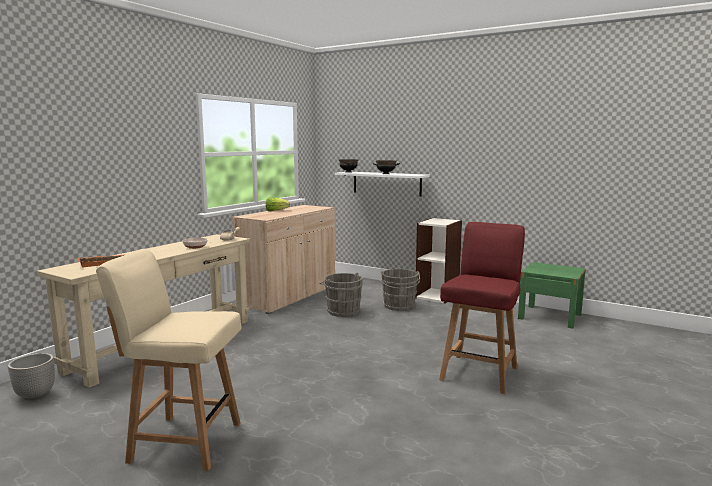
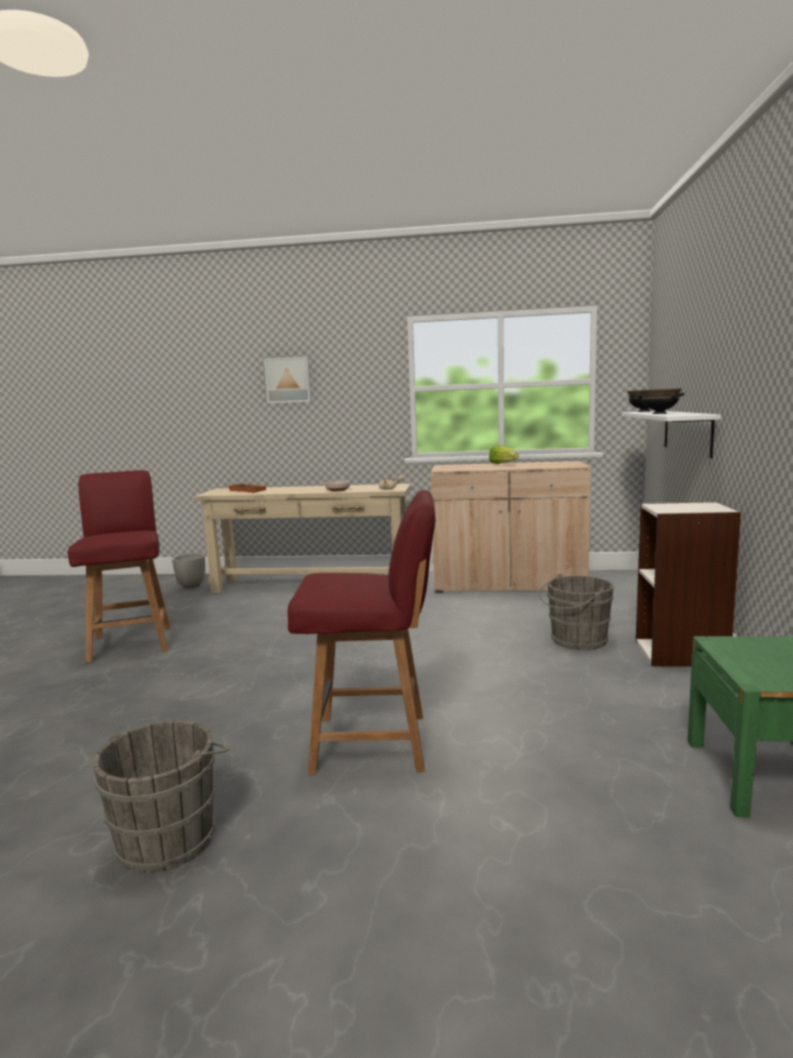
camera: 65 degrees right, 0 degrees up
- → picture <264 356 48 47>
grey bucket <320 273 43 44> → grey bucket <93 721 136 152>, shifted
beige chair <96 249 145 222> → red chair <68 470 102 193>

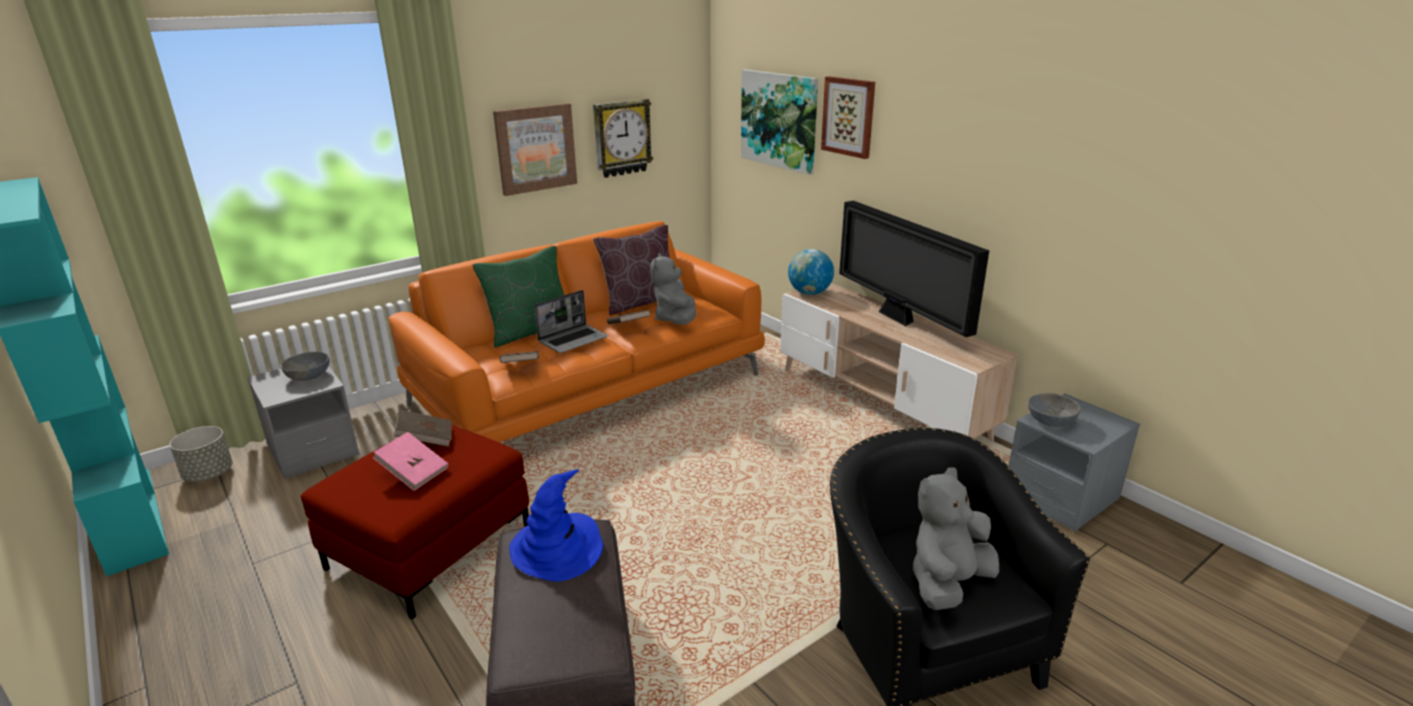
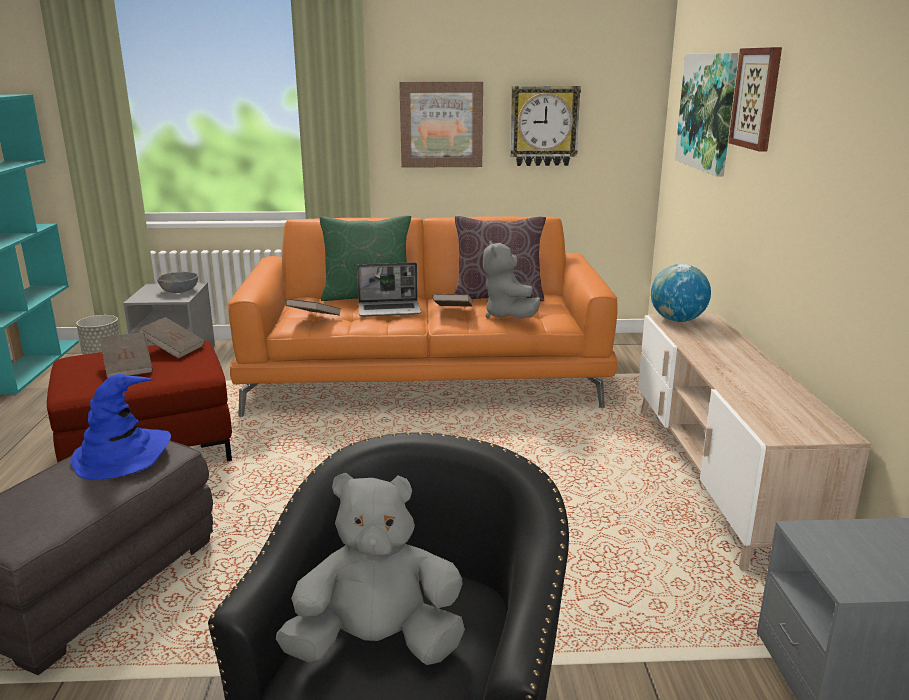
camera: 35 degrees right, 5 degrees down
television <839 201 150 136> → -
grey bowl <1028 393 53 34> → -
pink book <373 432 76 59> → brown book <100 332 53 46>
grey plush toy <650 253 46 72> → grey plush toy <483 241 57 77>, 45 degrees counterclockwise

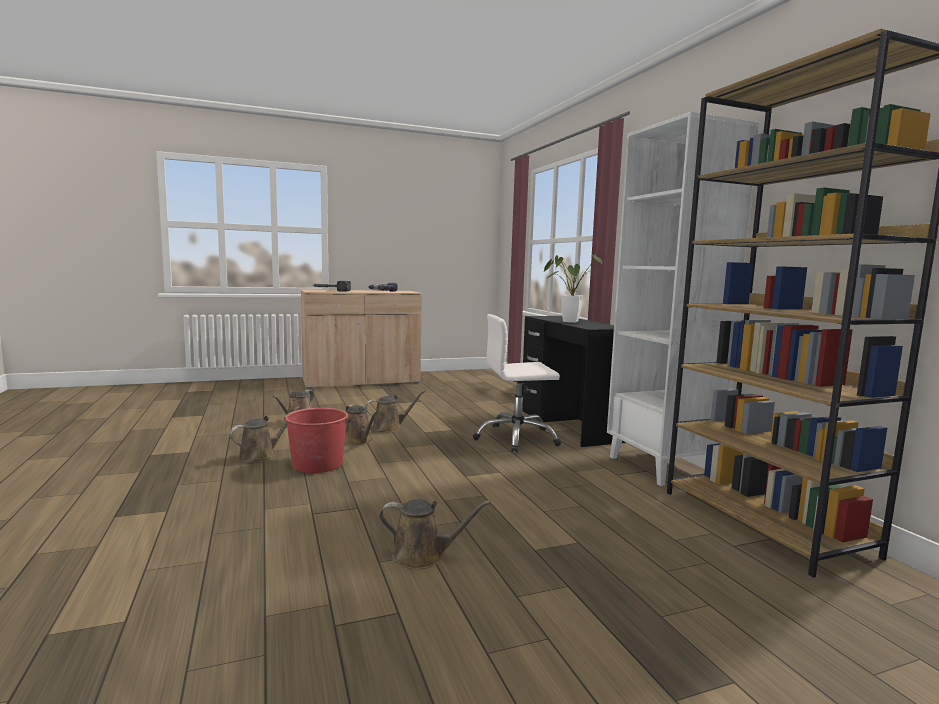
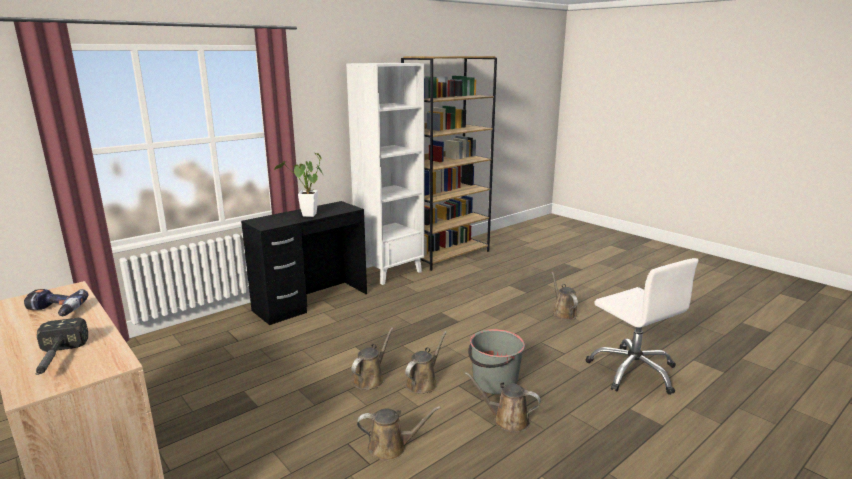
camera: 110 degrees left, 10 degrees up
white office chair <473 314 89 139> → white office chair <586 258 113 137>, shifted
red bucket <284 408 67 65> → grey bucket <468 329 57 65>
brown watering can <365 390 61 42> → brown watering can <352 327 42 63>, 75 degrees clockwise

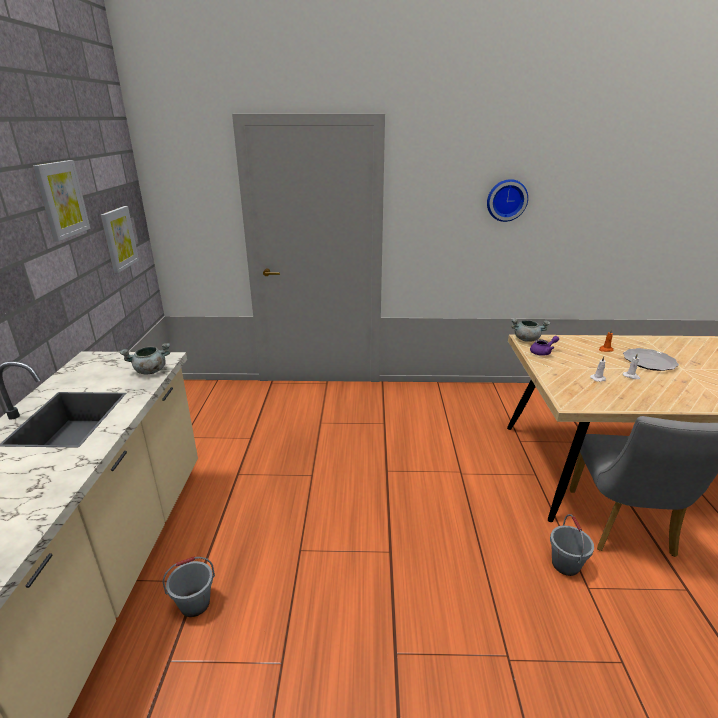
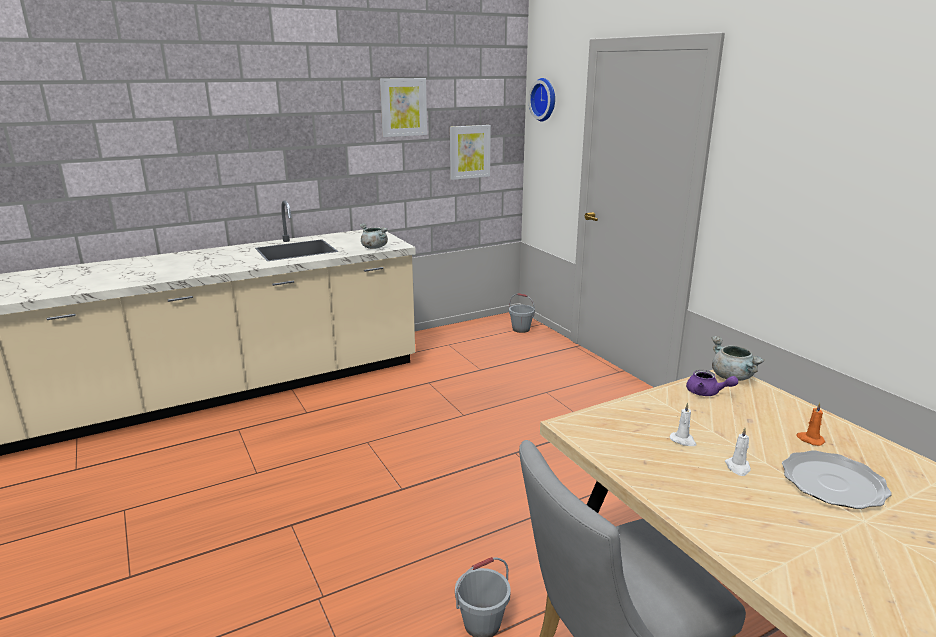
camera: 60 degrees right, 5 degrees down
grey bucket <163 556 52 61> → grey bucket <509 293 26 40>, shifted
wall clock <487 179 41 43> → wall clock <528 78 27 43>, shifted

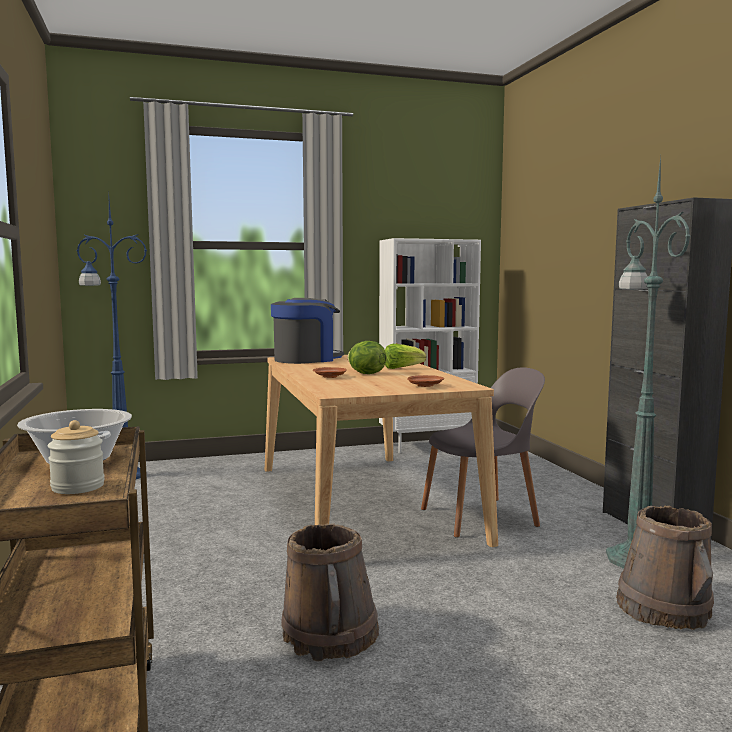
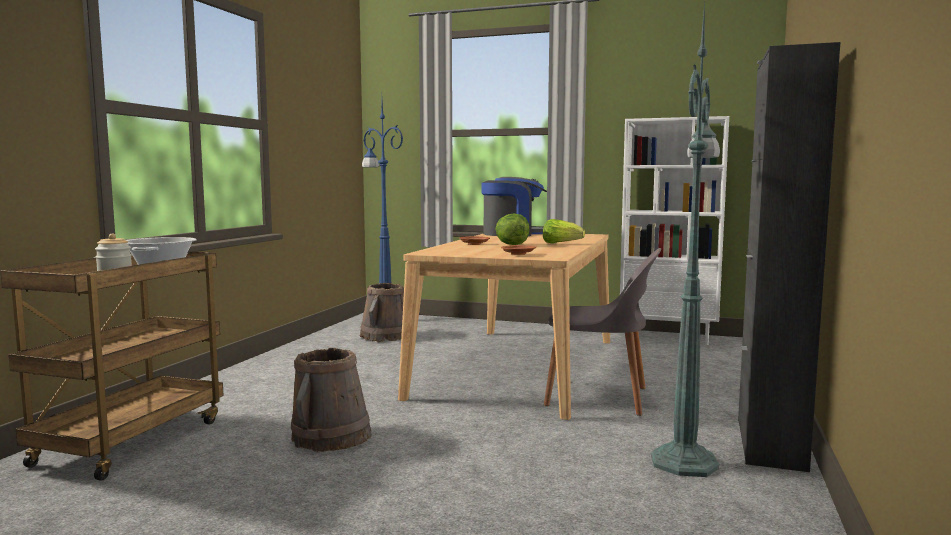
camera: 35 degrees right, 0 degrees up
brown bucket <616 506 98 124> → brown bucket <360 283 44 59>, shifted

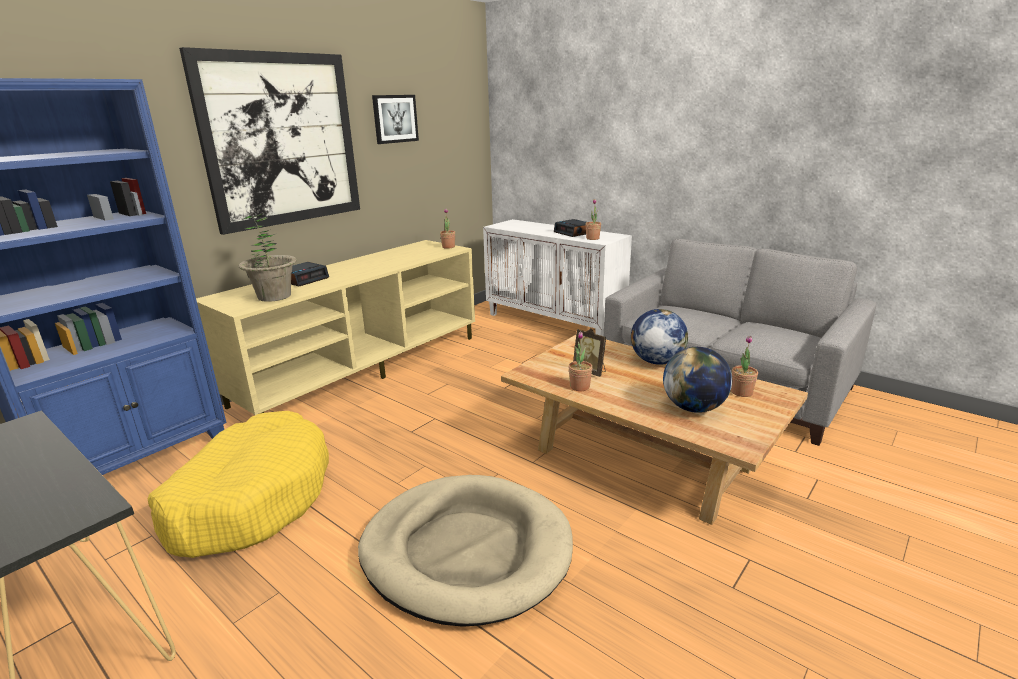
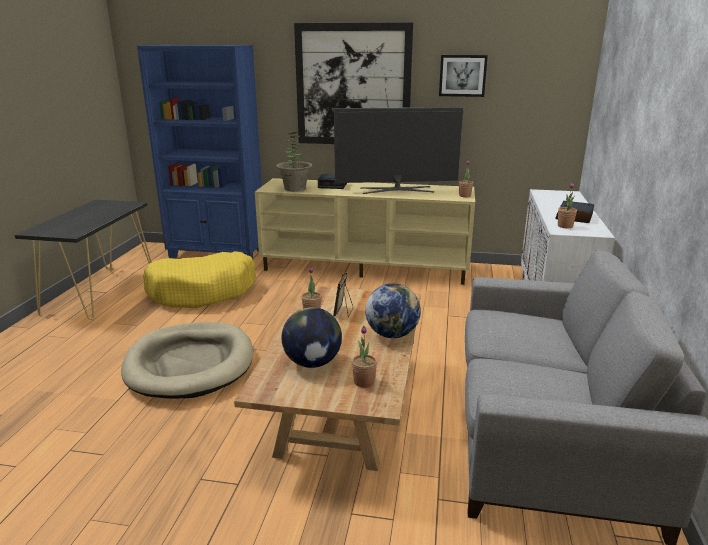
camera: 60 degrees right, 0 degrees up
- → television <334 107 130 87>

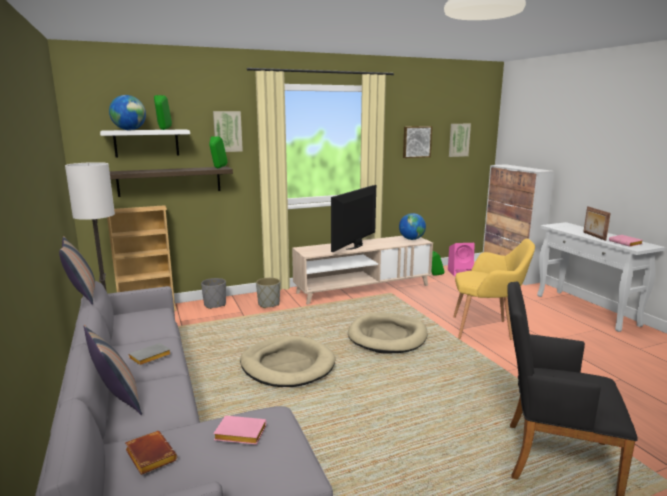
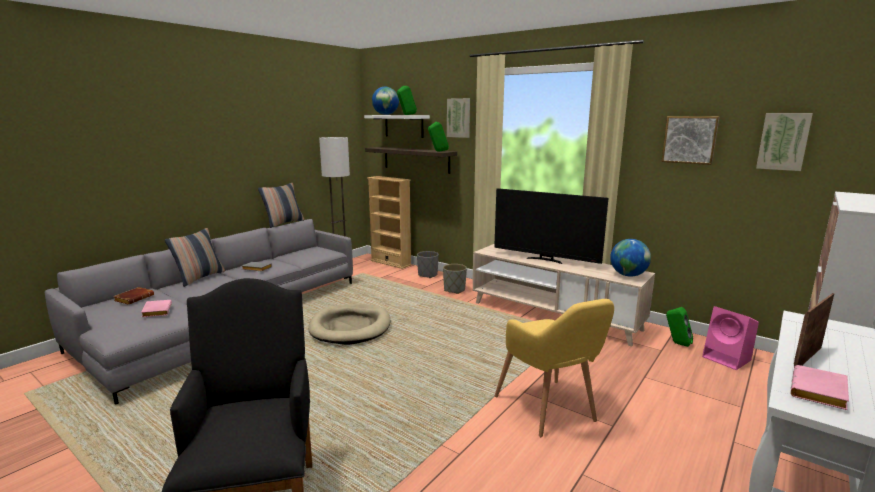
camera: 60 degrees right, 0 degrees up
beige dog bed <348 312 79 42> → -
television <331 185 45 67> → television <494 188 115 76>, 150 degrees counterclockwise

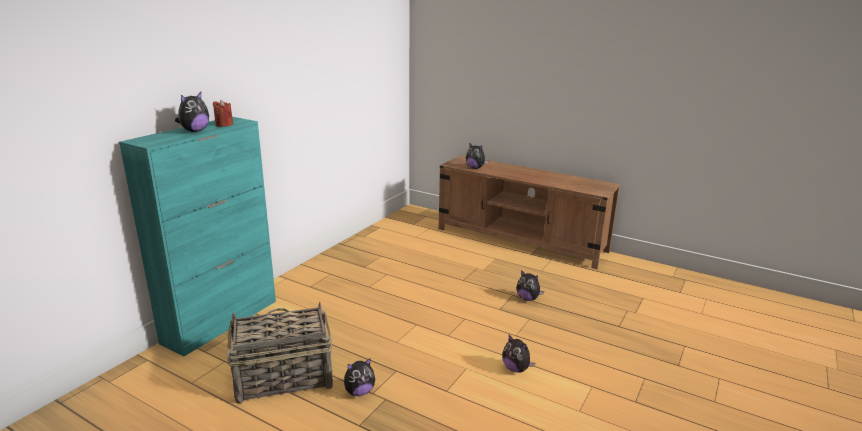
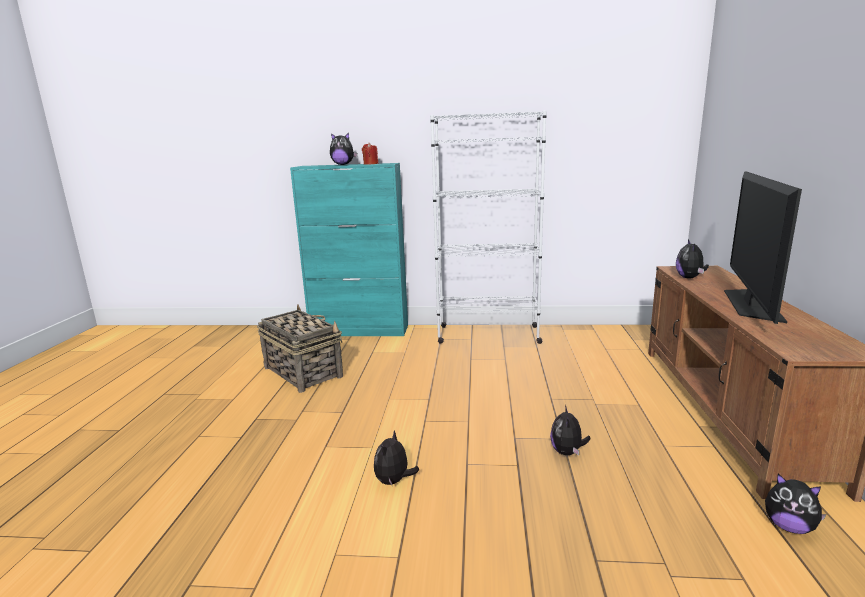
camera: 65 degrees right, 5 degrees down
- → white bookcase <430 110 117 234>
- → television <724 172 78 152>
plush toy <344 358 31 38> → plush toy <765 474 62 60>, shifted

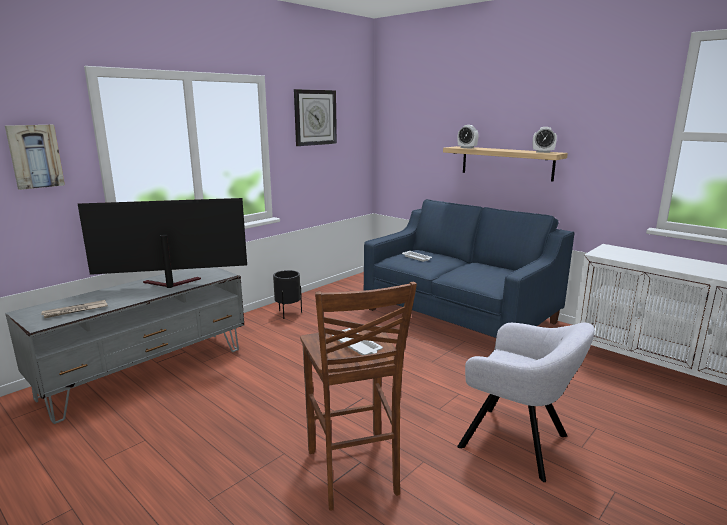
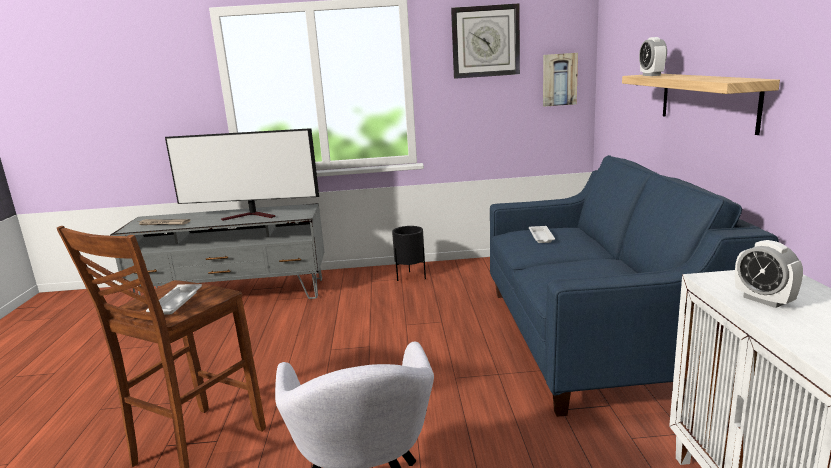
camera: 45 degrees right, 0 degrees up
picture <5 125 60 65> → picture <543 53 35 54>, shifted
alarm clock <533 127 24 26> → alarm clock <735 240 68 68>, shifted
television <78 198 169 90> → television <165 128 154 93>, 150 degrees clockwise

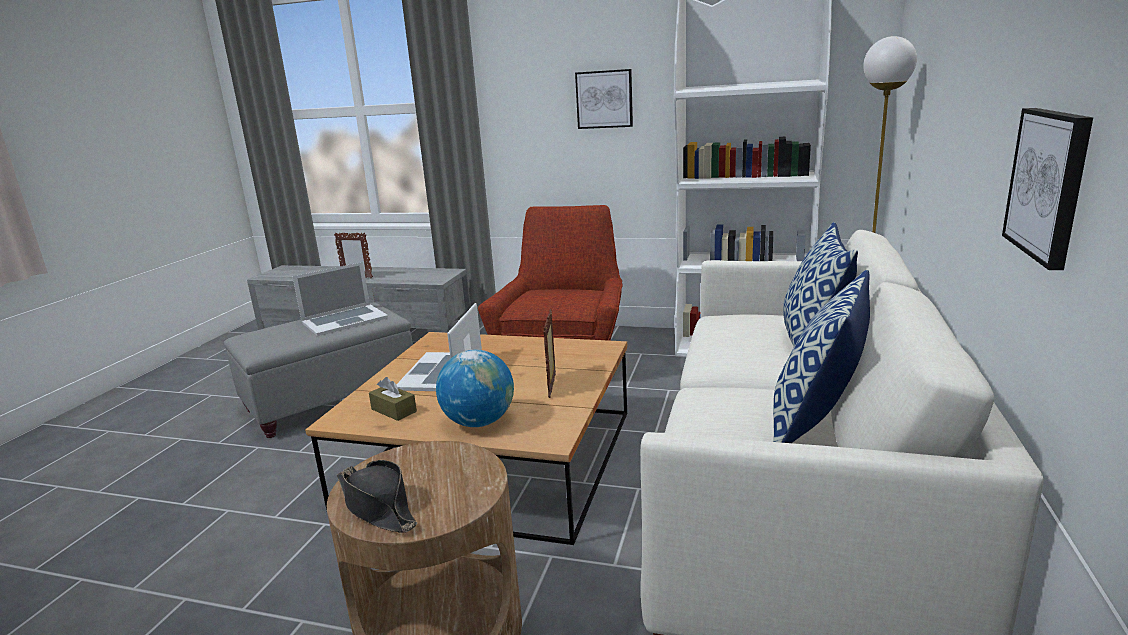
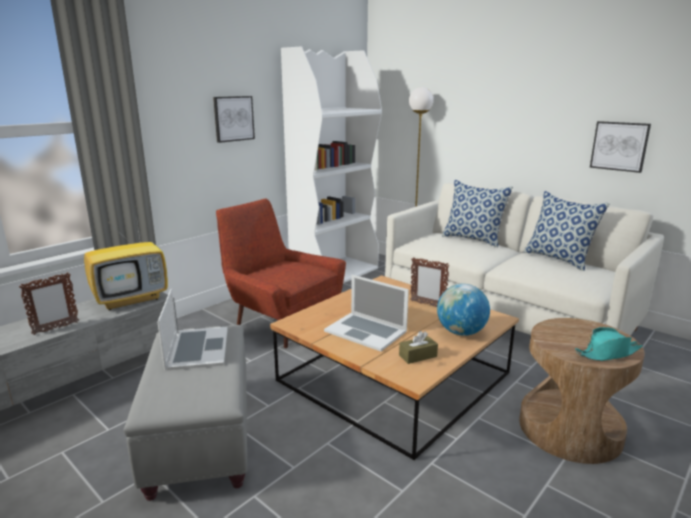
camera: 65 degrees left, 0 degrees up
- → television <84 209 84 102>
black hat <337 460 80 73> → turquoise hat <575 327 67 34>

